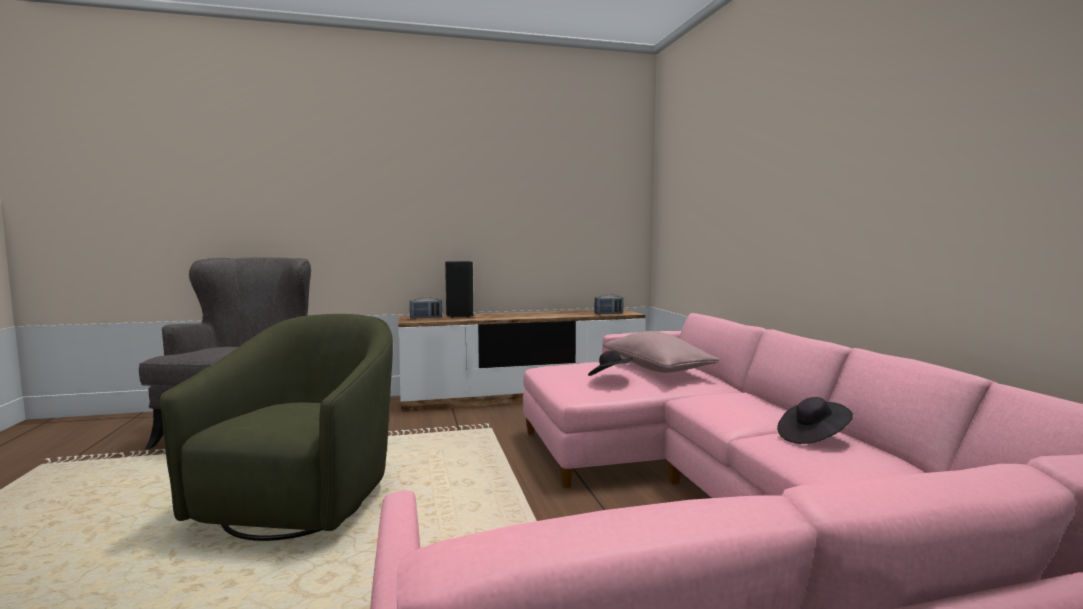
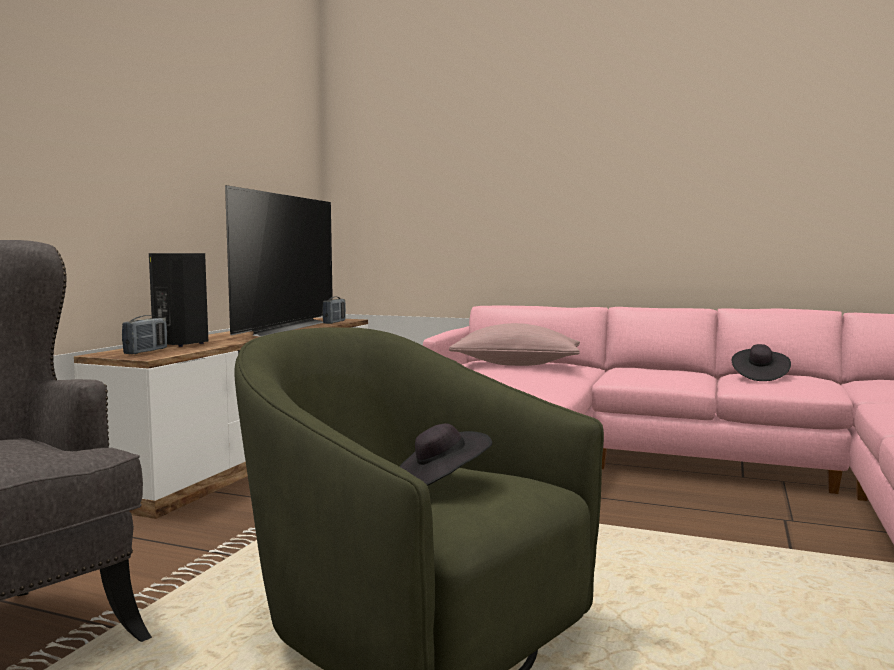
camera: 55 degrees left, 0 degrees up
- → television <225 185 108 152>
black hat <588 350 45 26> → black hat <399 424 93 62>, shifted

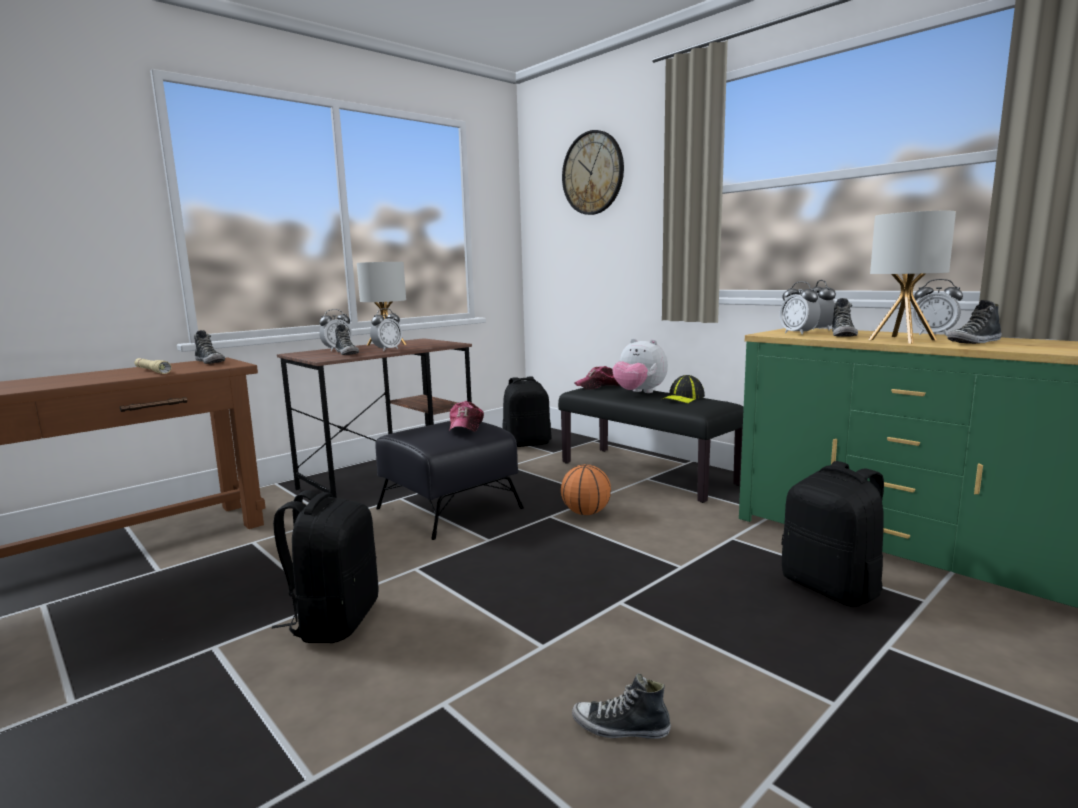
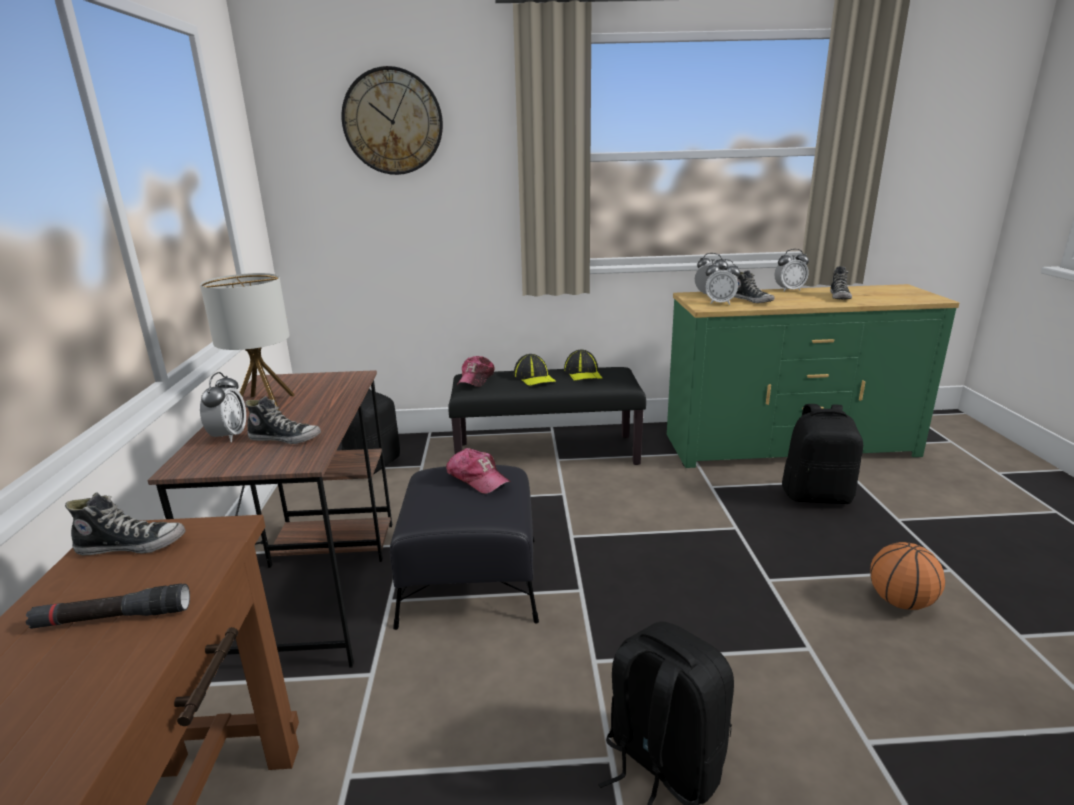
camera: 50 degrees left, 10 degrees up
alarm clock <370 308 32 43> → -
shoe <572 673 99 66> → -
table lamp <868 211 88 133> → -
basketball <561 464 50 51> → basketball <870 542 75 68>, shifted
plush toy <612 338 56 55> → cap <514 354 42 32>
beige flashlight <134 358 38 16> → black flashlight <26 584 164 45>

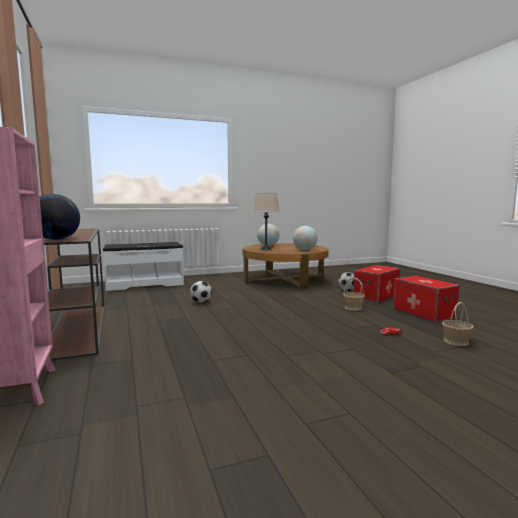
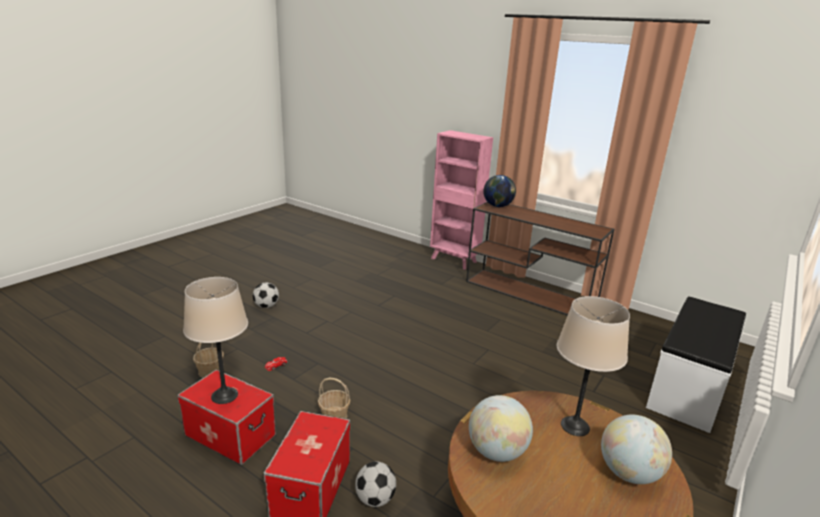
camera: 145 degrees right, 15 degrees up
- → beige table lamp <183 277 65 127>
football <190 281 22 22> → football <253 283 26 25>, shifted

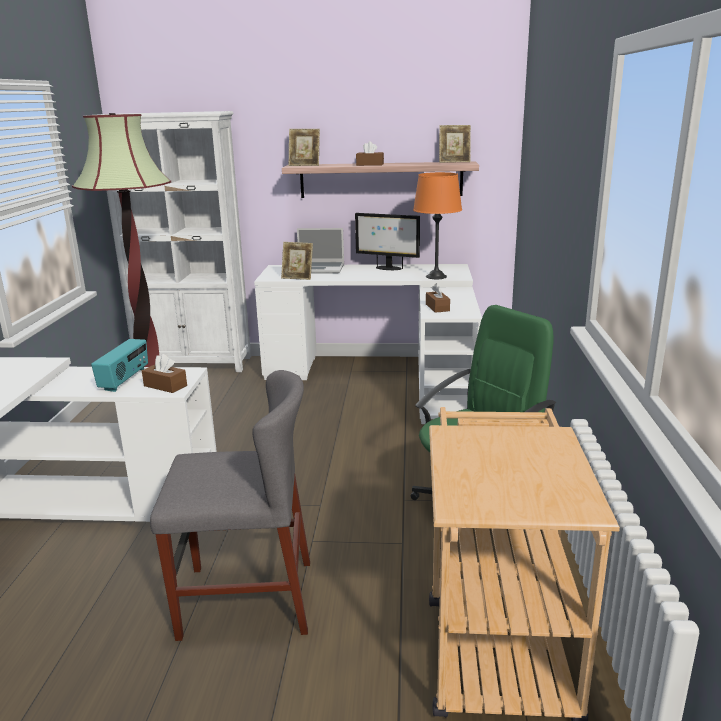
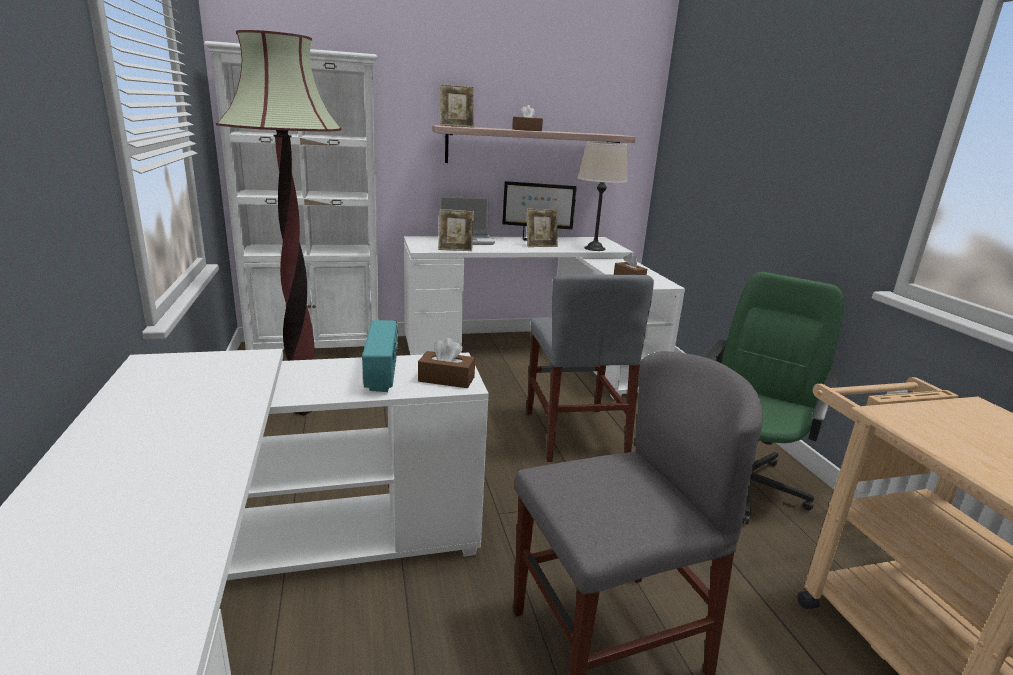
camera: 20 degrees left, 0 degrees up
- → grey chair <527 274 127 188>
picture frame <439 125 32 38> → picture frame <527 209 31 38>, shifted
orange table lamp <413 172 49 107> → beige table lamp <578 141 50 110>

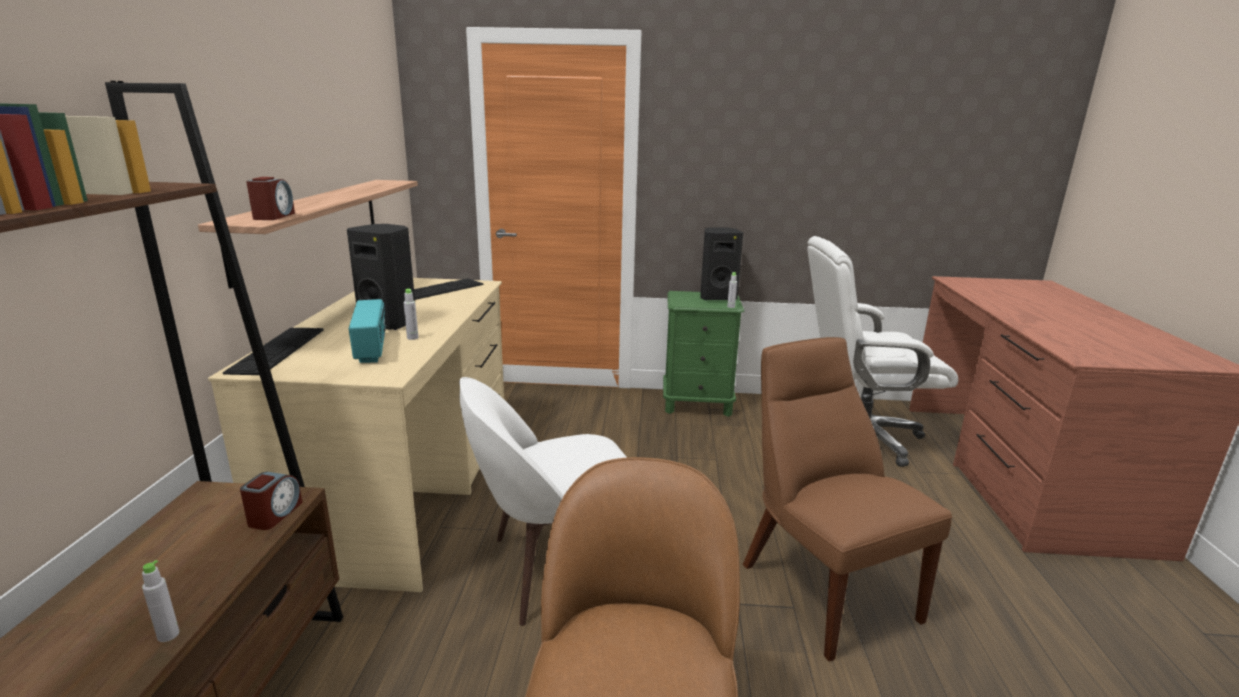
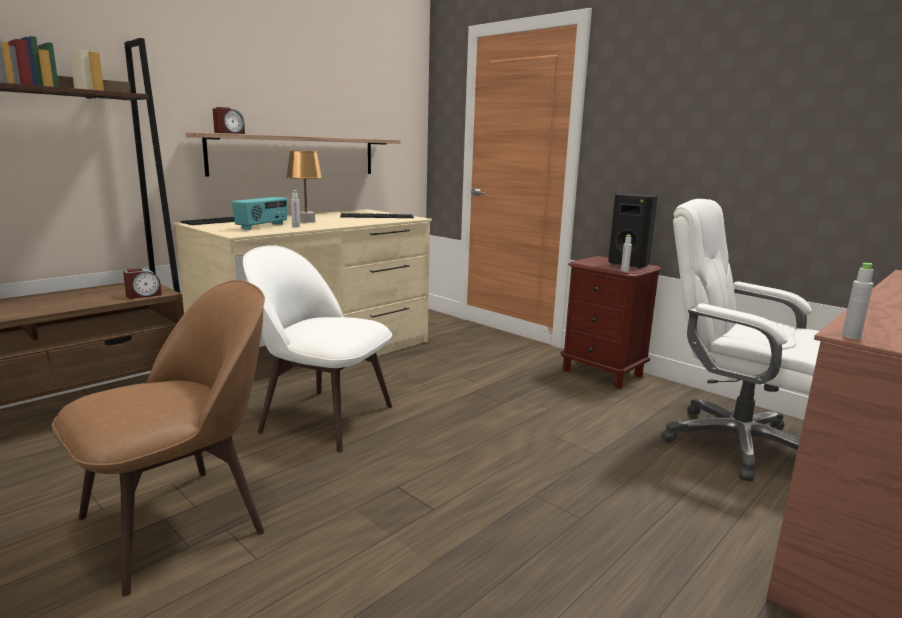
camera: 40 degrees right, 5 degrees down
brown chair <743 337 209 324> → -
grey bottle <142 560 37 82> → grey bottle <842 263 31 76>, shifted
black speaker <347 224 68 106> → brown table lamp <286 151 37 72>
green nightstand <663 291 81 126> → brown nightstand <561 256 101 132>

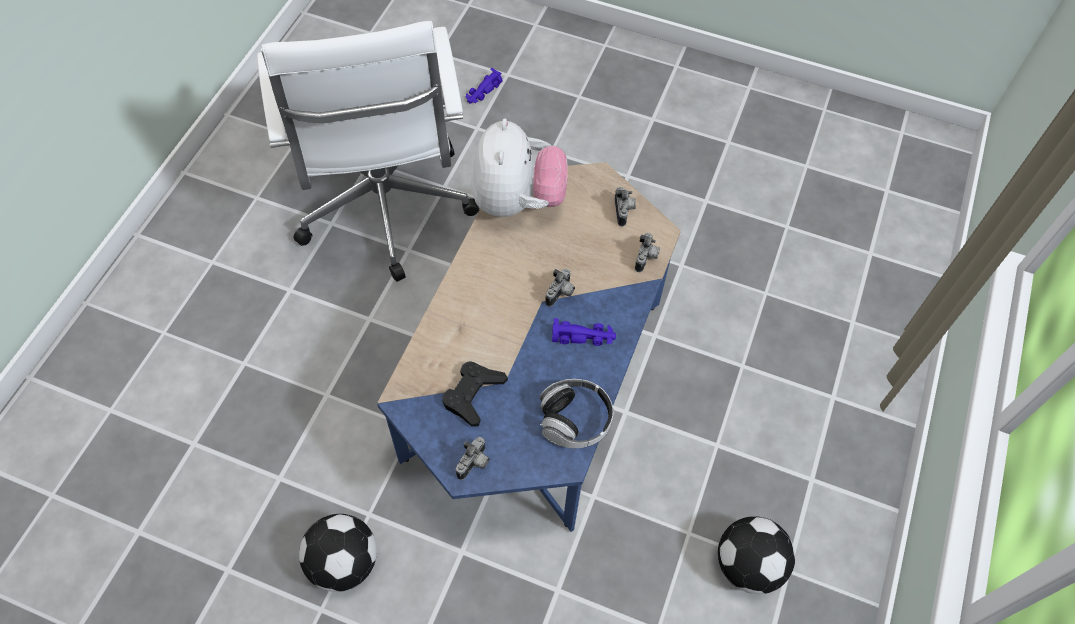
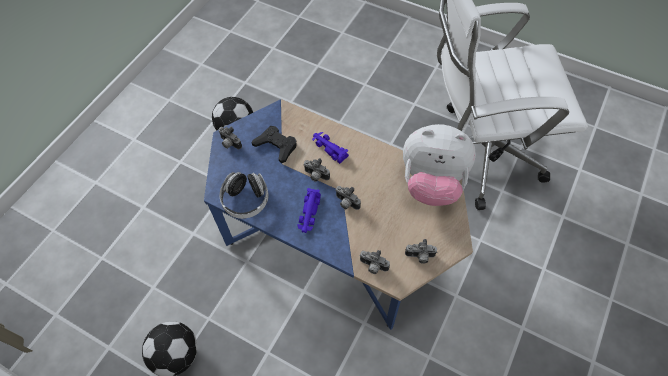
camera: 100 degrees right, 0 degrees up
- → photo camera <303 158 27 24>
purple toy car <466 68 37 36> → purple toy car <312 132 37 32>, shifted

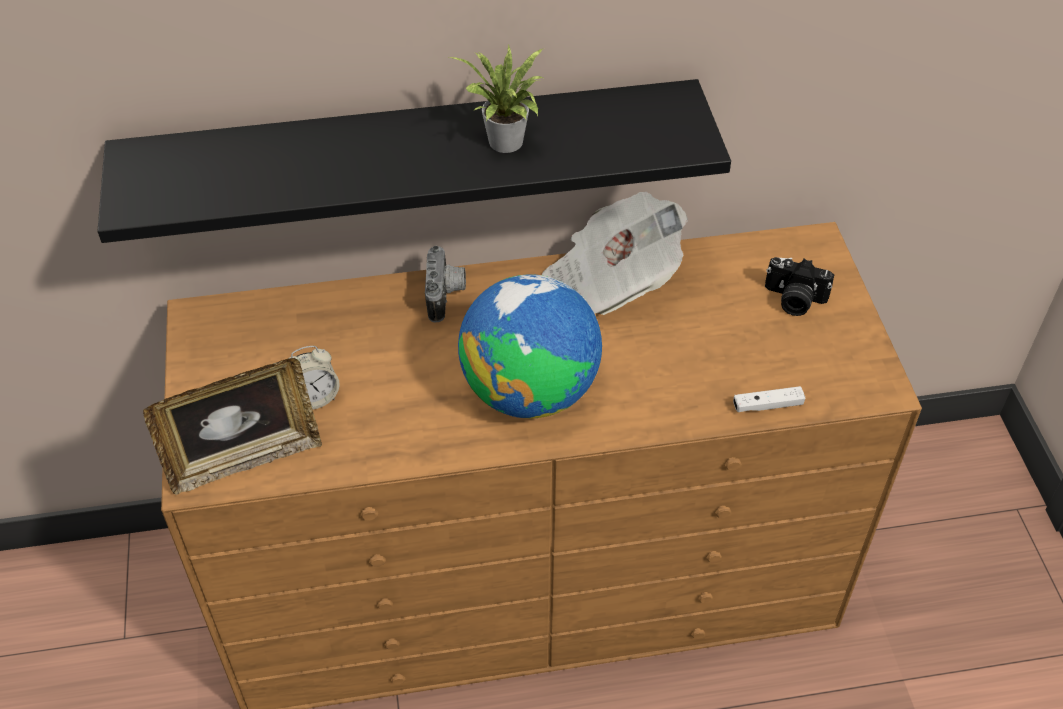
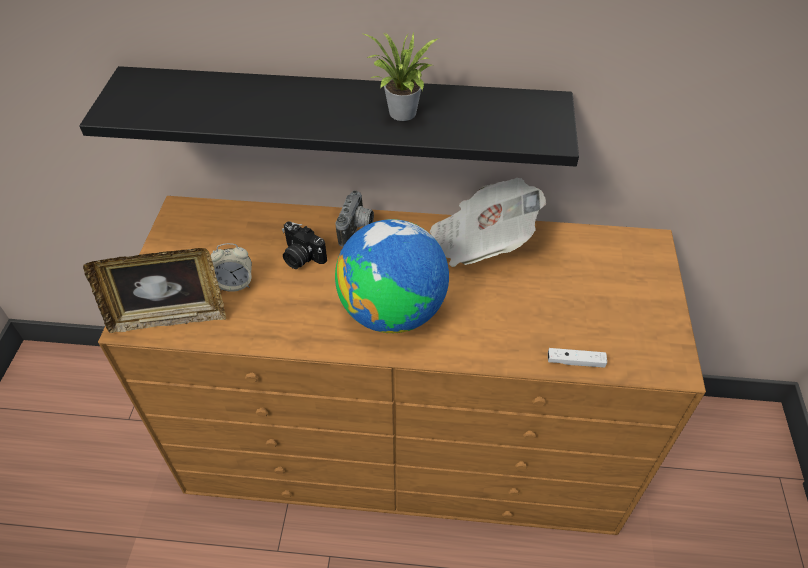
camera: 15 degrees right, 0 degrees up
photo camera <765 257 69 59> → photo camera <282 221 45 48>, shifted

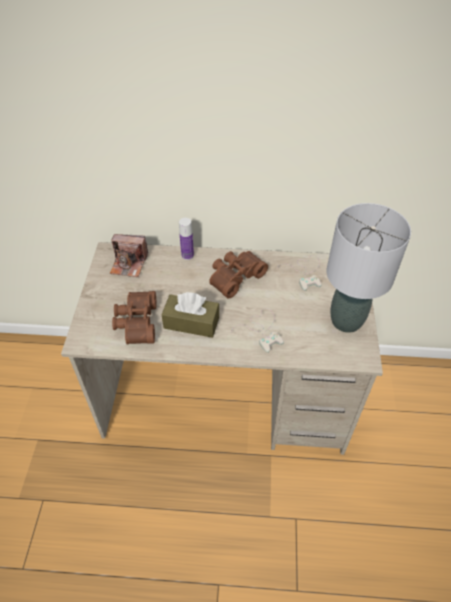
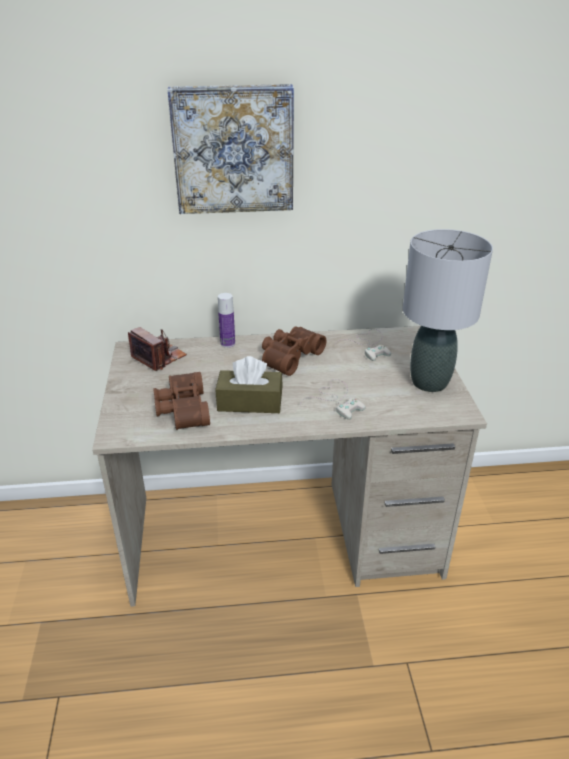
camera: 10 degrees left, 15 degrees down
- → picture <168 84 126 130>
photo camera <110 234 38 43> → photo camera <128 327 59 44>, 135 degrees counterclockwise

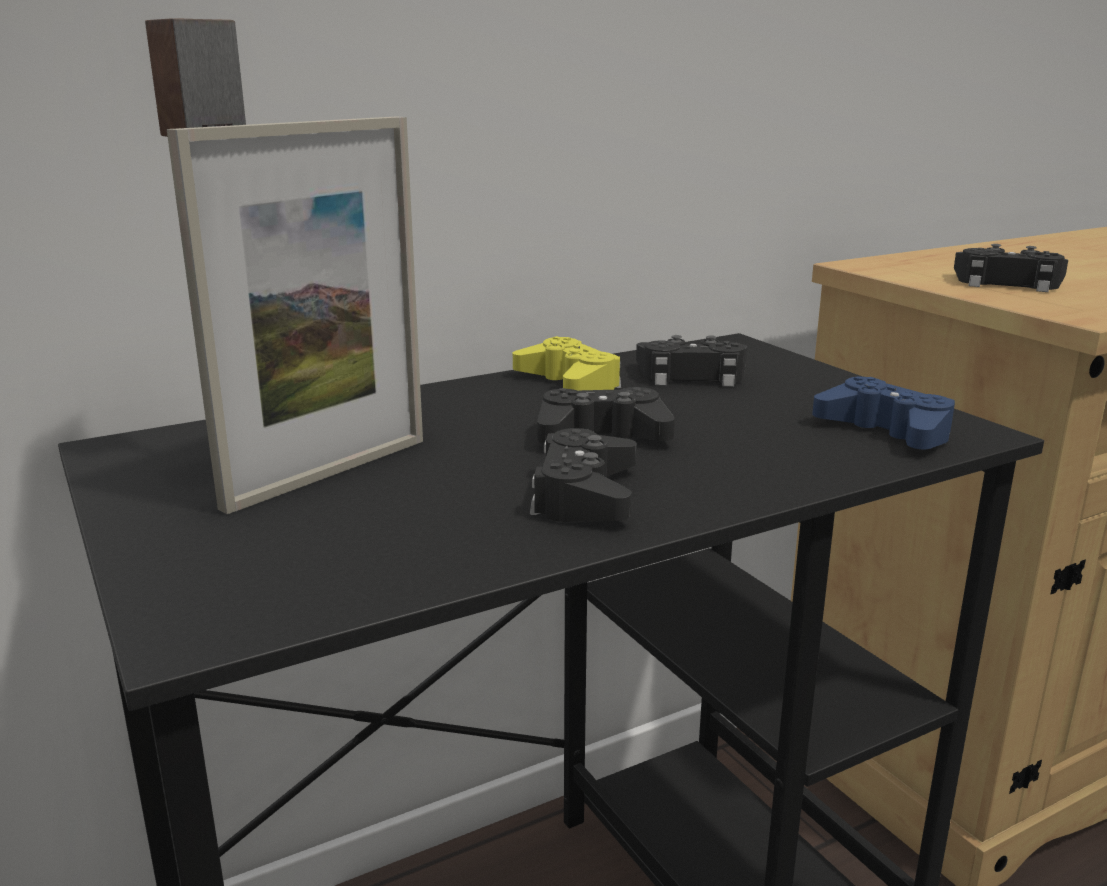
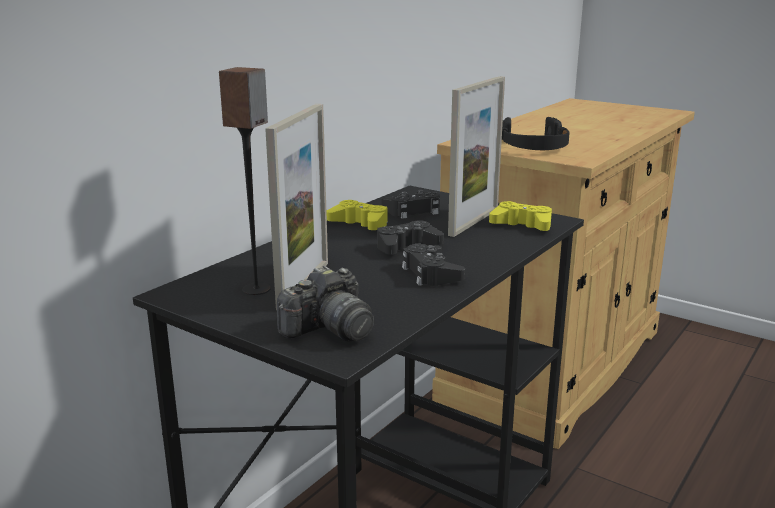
camera: 25 degrees left, 0 degrees up
- → photo camera <277 266 97 76>
- → picture frame <448 76 57 161>
black game controller <954 244 114 48> → black headphones <502 117 68 33>
blue game controller <812 376 143 73> → yellow game controller <489 201 63 30>

